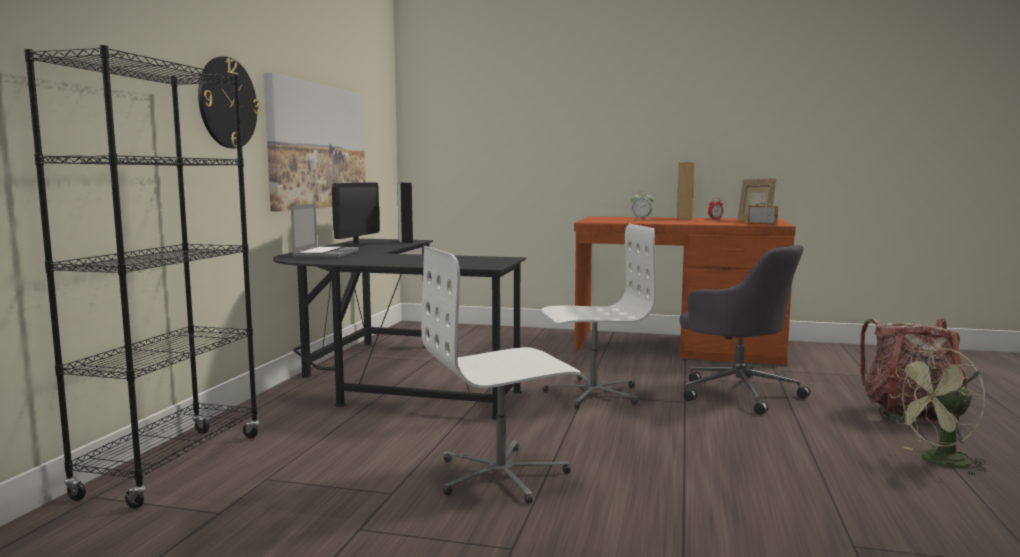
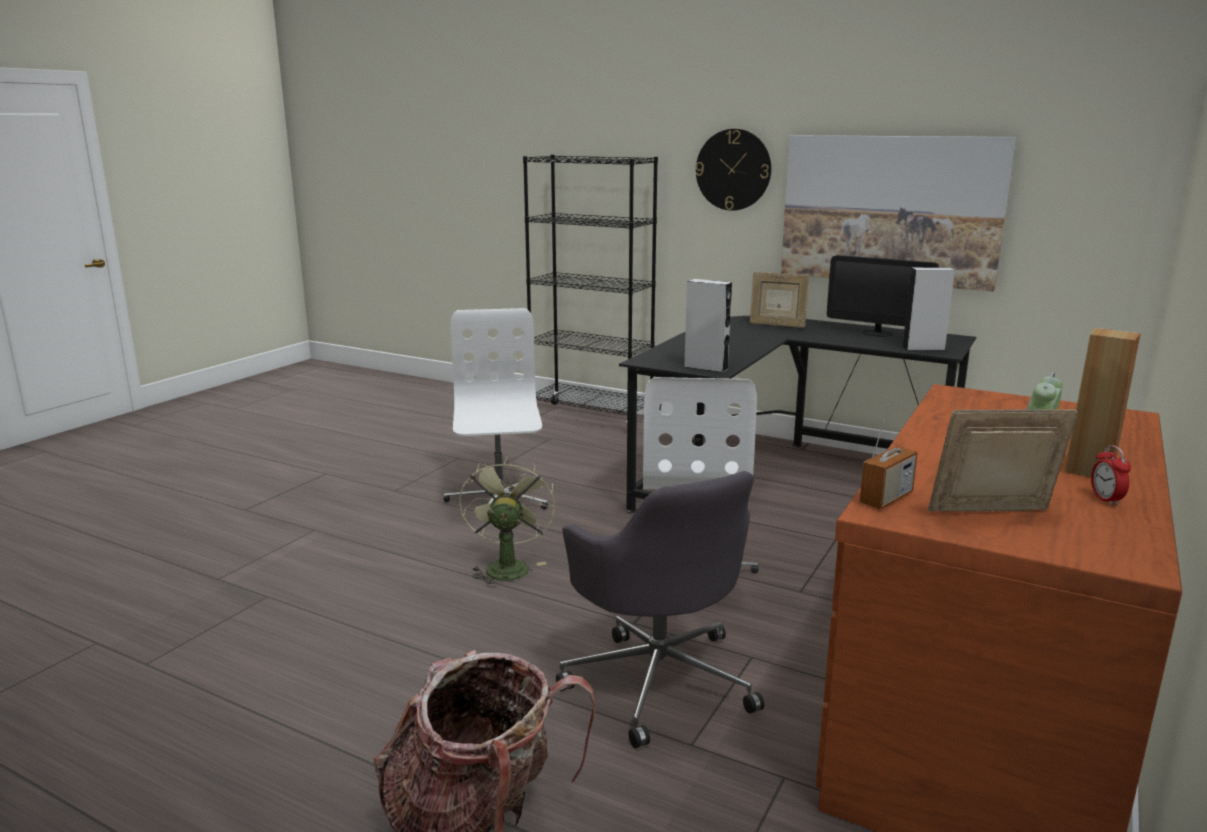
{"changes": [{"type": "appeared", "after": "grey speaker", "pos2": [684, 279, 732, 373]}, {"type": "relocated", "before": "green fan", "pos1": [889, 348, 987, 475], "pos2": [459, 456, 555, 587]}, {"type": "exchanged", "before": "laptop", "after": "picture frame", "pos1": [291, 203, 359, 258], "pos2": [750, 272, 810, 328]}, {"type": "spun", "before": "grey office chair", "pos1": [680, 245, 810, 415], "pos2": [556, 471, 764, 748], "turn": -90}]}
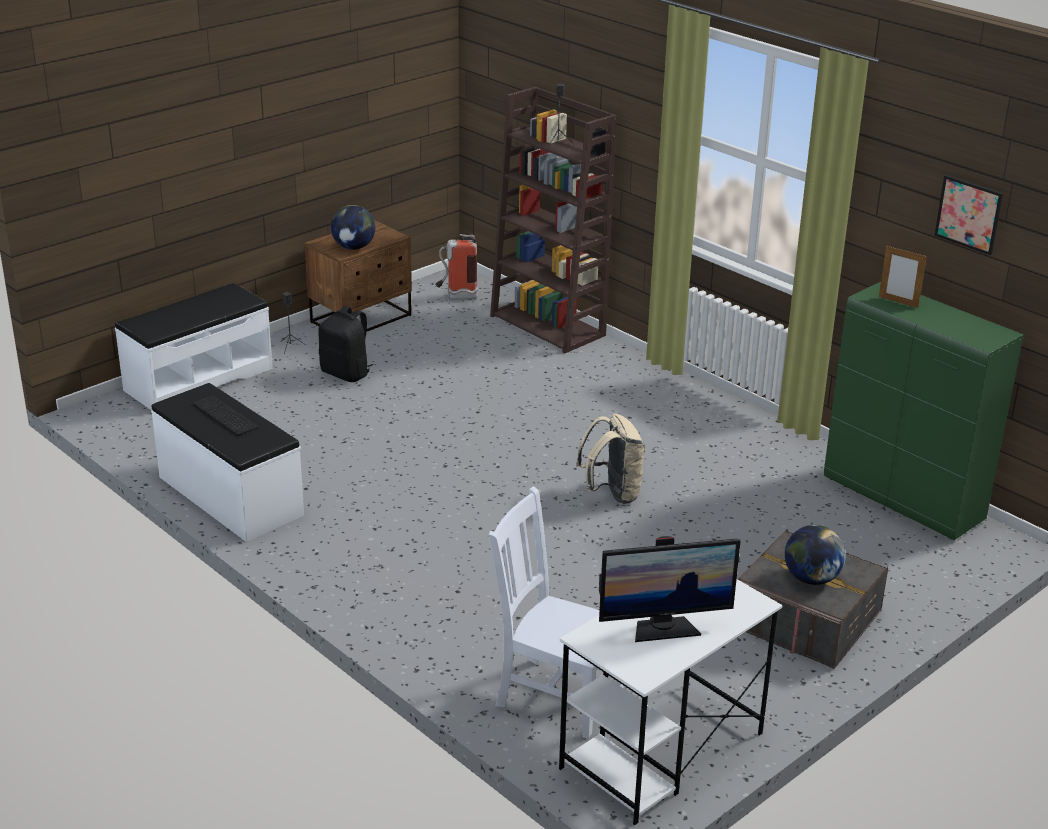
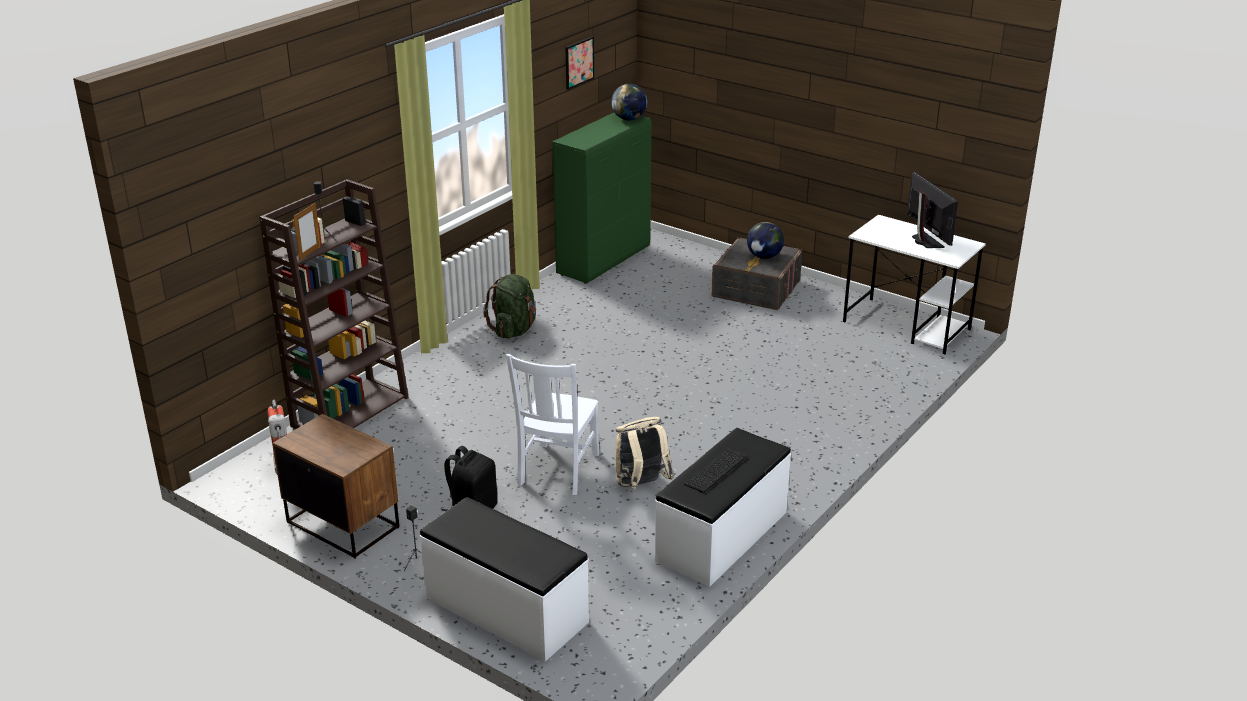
{"changes": [{"type": "appeared", "after": "green backpack", "pos2": [483, 274, 536, 339]}, {"type": "relocated", "before": "globe", "pos1": [331, 205, 375, 250], "pos2": [611, 84, 647, 120]}, {"type": "relocated", "before": "white chair", "pos1": [488, 486, 623, 739], "pos2": [506, 354, 599, 495]}, {"type": "relocated", "before": "beige backpack", "pos1": [576, 414, 645, 504], "pos2": [615, 417, 674, 489]}, {"type": "relocated", "before": "picture frame", "pos1": [879, 245, 927, 308], "pos2": [293, 203, 321, 261]}]}
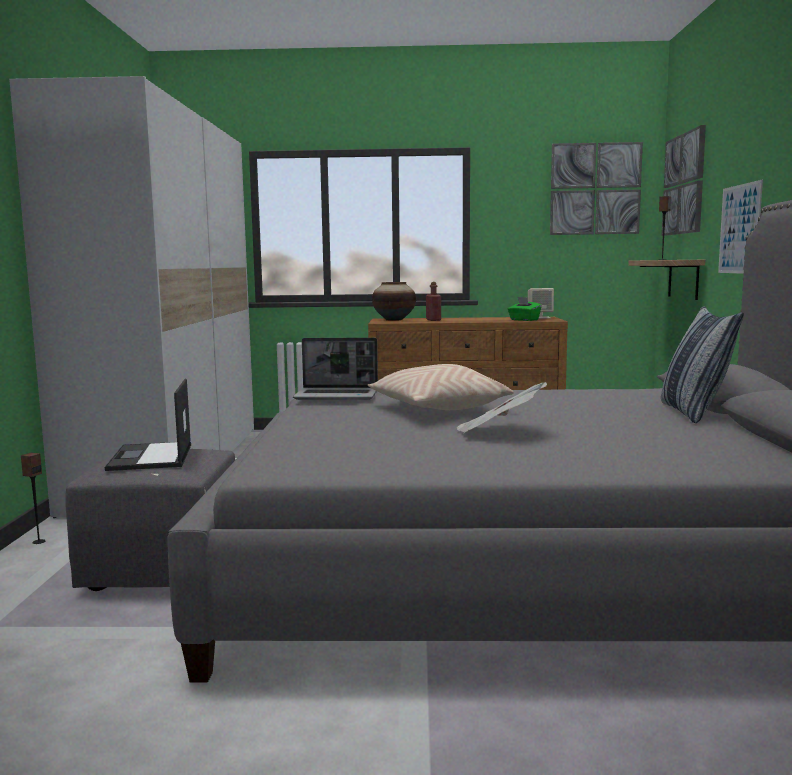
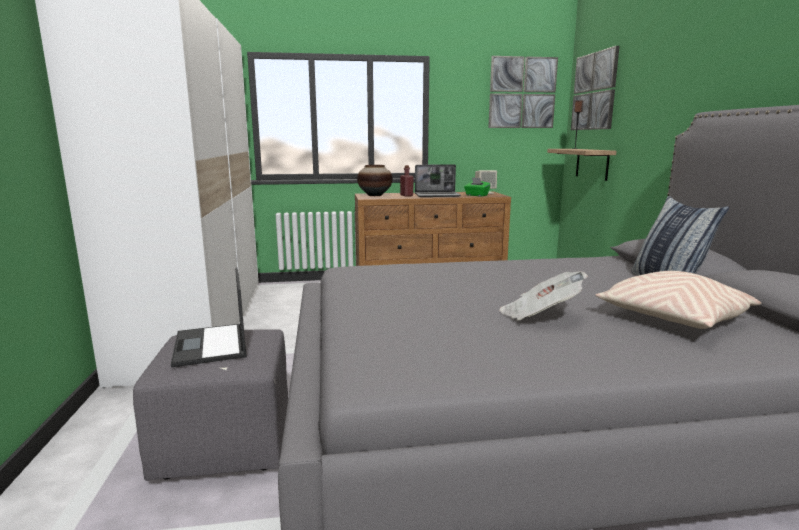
{"changes": [{"type": "missing", "before": "speaker", "pos1": [21, 452, 45, 544]}, {"type": "missing", "before": "picture", "pos1": [718, 180, 763, 274]}, {"type": "relocated", "before": "laptop", "pos1": [293, 338, 378, 400], "pos2": [415, 164, 461, 197]}, {"type": "relocated", "before": "beige pillow", "pos1": [368, 364, 514, 410], "pos2": [595, 271, 761, 329]}]}
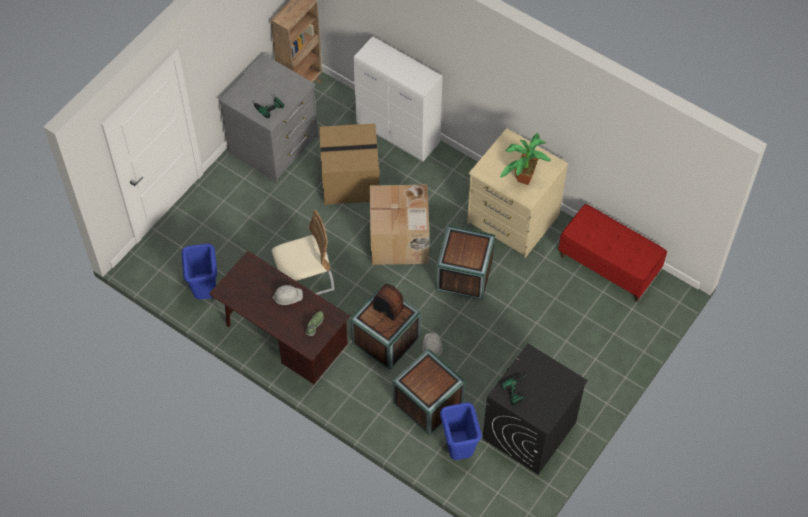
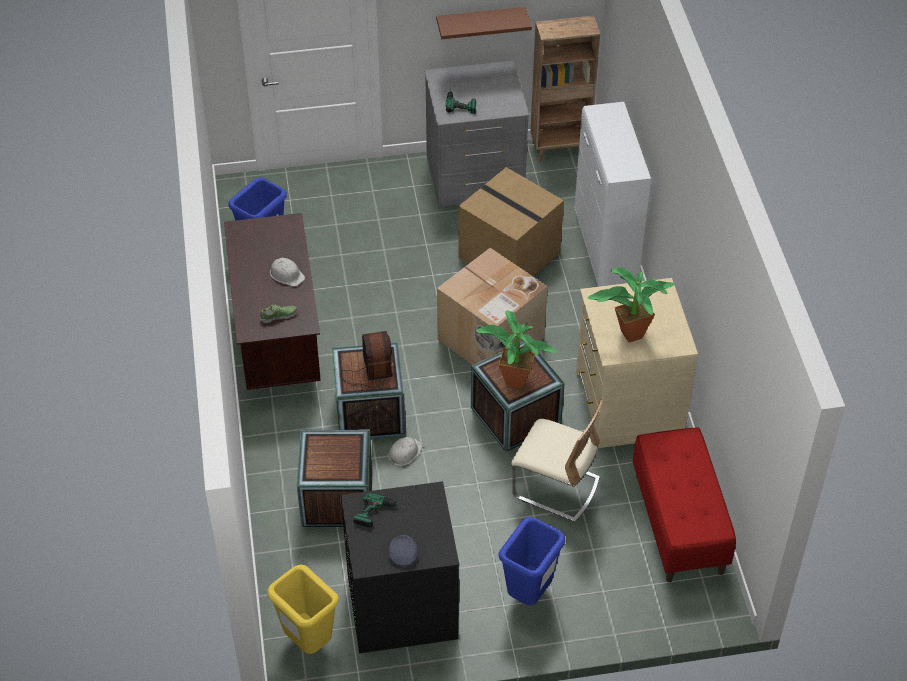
{"changes": [{"type": "appeared", "after": "yellow trash can", "pos2": [267, 564, 339, 654]}, {"type": "appeared", "after": "grey cap", "pos2": [388, 535, 418, 566]}, {"type": "appeared", "after": "brown shelf", "pos2": [436, 7, 532, 39]}, {"type": "appeared", "after": "potted plant", "pos2": [475, 311, 558, 389]}, {"type": "relocated", "before": "beige chair", "pos1": [272, 210, 335, 295], "pos2": [511, 398, 603, 522]}, {"type": "relocated", "before": "blue trash can", "pos1": [440, 402, 482, 460], "pos2": [499, 517, 565, 605]}]}
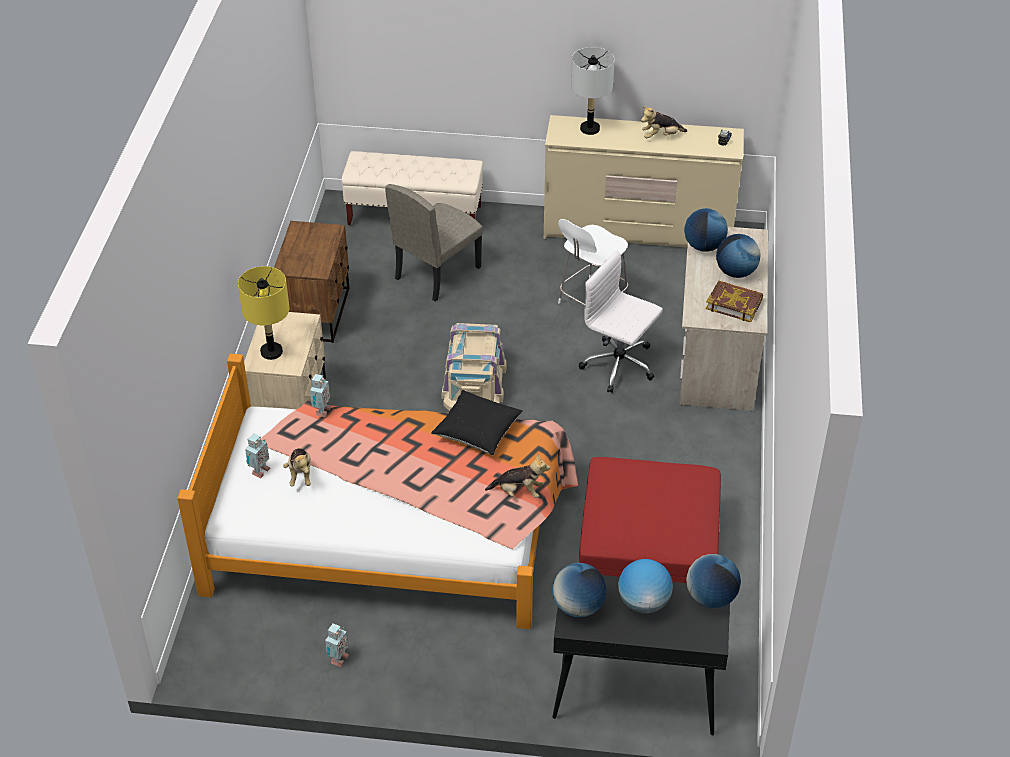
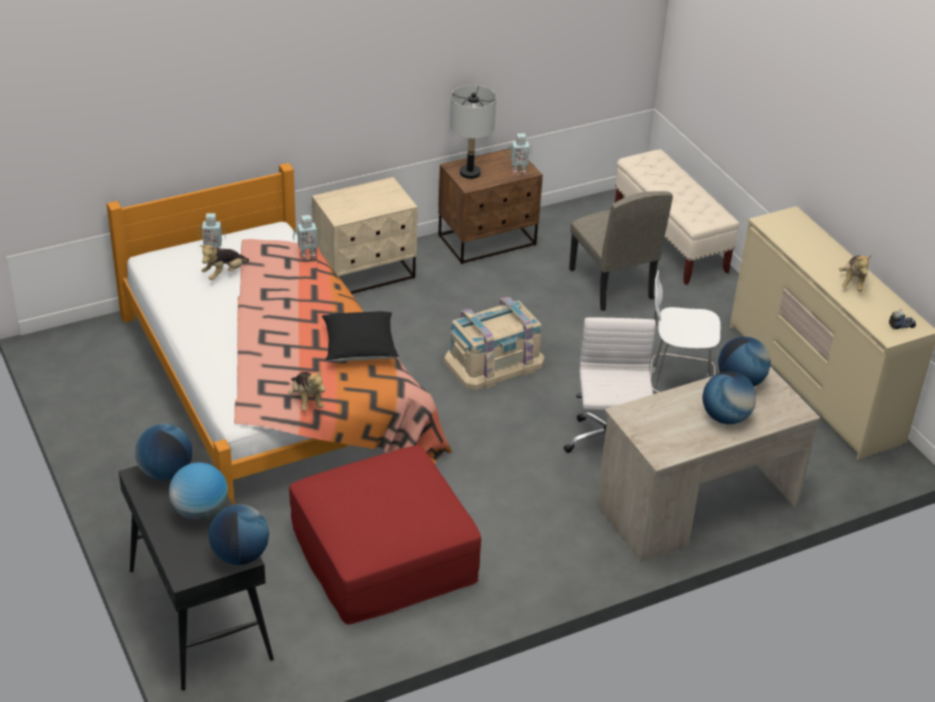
{"changes": [{"type": "missing", "before": "yellow table lamp", "pos1": [238, 266, 290, 360]}, {"type": "missing", "before": "book", "pos1": [706, 281, 763, 322]}, {"type": "relocated", "before": "toy robot", "pos1": [325, 623, 349, 667], "pos2": [507, 133, 532, 176]}, {"type": "relocated", "before": "grey table lamp", "pos1": [571, 47, 614, 135], "pos2": [450, 85, 496, 179]}, {"type": "spun", "before": "beige chair", "pos1": [385, 184, 483, 302], "pos2": [569, 191, 673, 311], "turn": -120}, {"type": "spun", "before": "plush toy", "pos1": [641, 106, 687, 138], "pos2": [839, 255, 872, 292], "turn": -120}]}
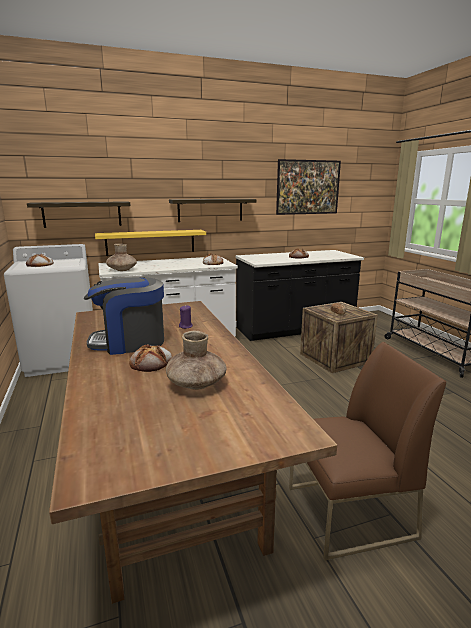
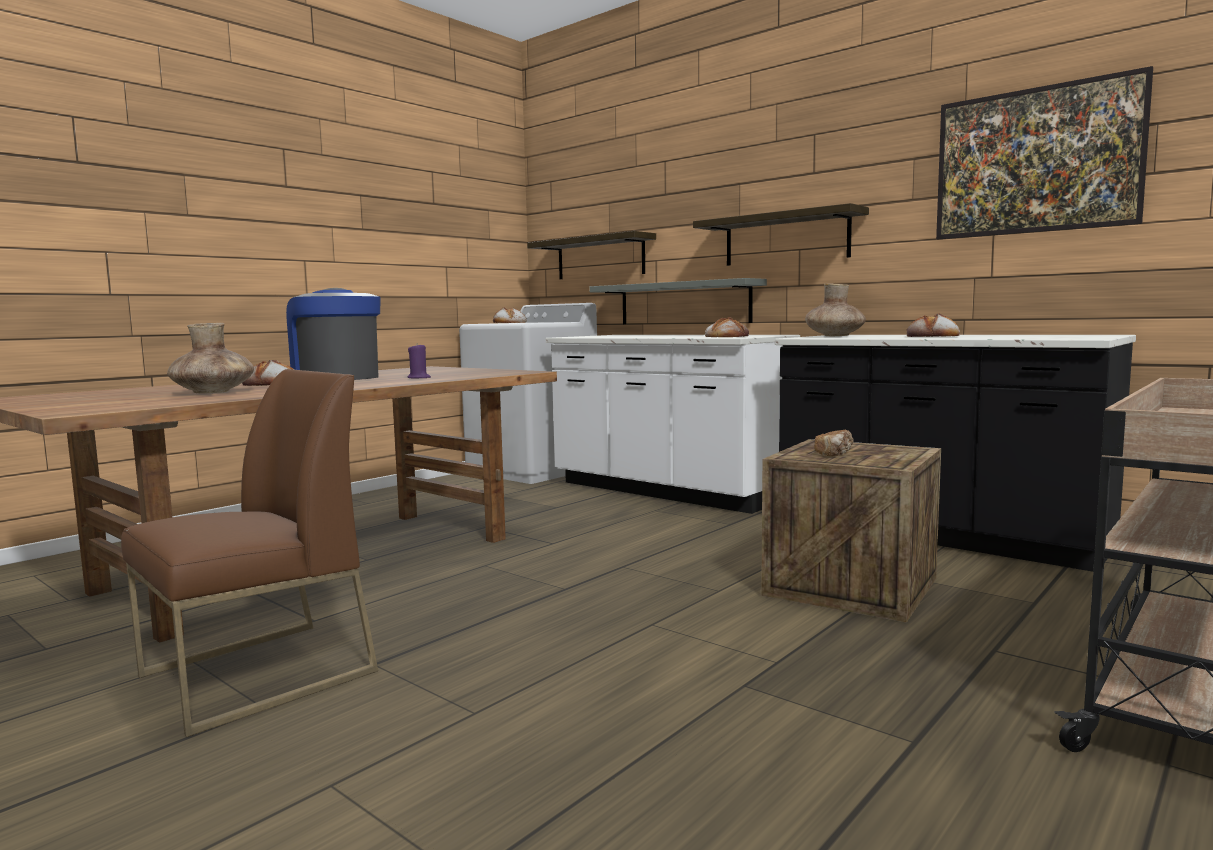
{"changes": [{"type": "relocated", "before": "brown vase", "pos1": [106, 244, 137, 271], "pos2": [805, 284, 866, 336]}, {"type": "colour", "before": "yellow shelf", "after": "grey shelf", "pos1": [95, 230, 206, 256], "pos2": [589, 278, 767, 324]}, {"type": "spun", "before": "brown chair", "pos1": [289, 342, 447, 560], "pos2": [121, 369, 378, 737], "turn": -90}]}
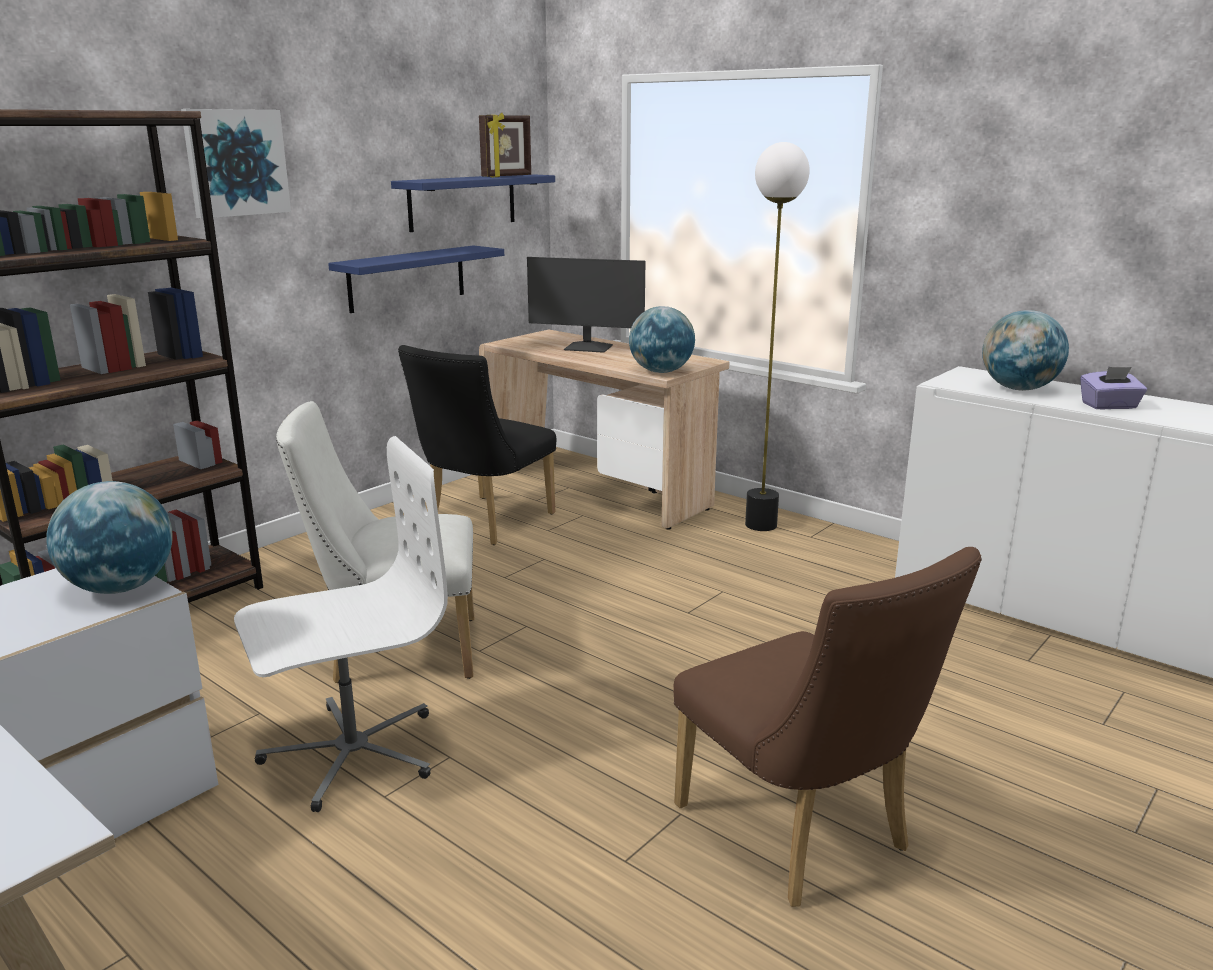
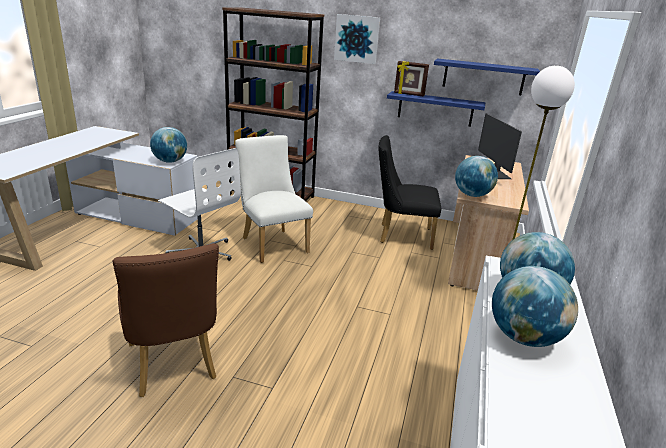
{"changes": [{"type": "relocated", "before": "picture frame", "pos1": [479, 113, 531, 177], "pos2": [394, 61, 429, 96]}, {"type": "exchanged", "before": "purple tissue box", "after": "globe", "pos1": [1080, 367, 1147, 410], "pos2": [492, 266, 578, 347]}, {"type": "spun", "before": "brown chair", "pos1": [673, 547, 982, 907], "pos2": [112, 243, 219, 397], "turn": -60}]}
